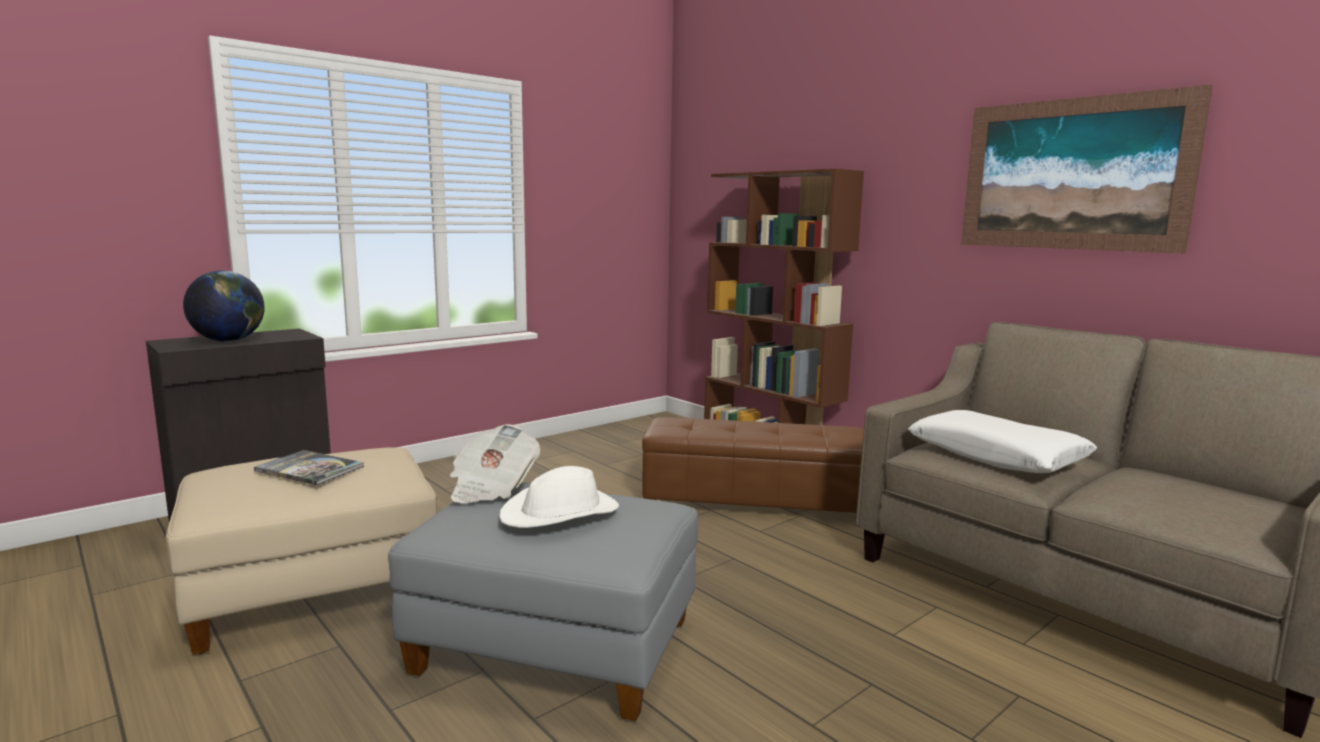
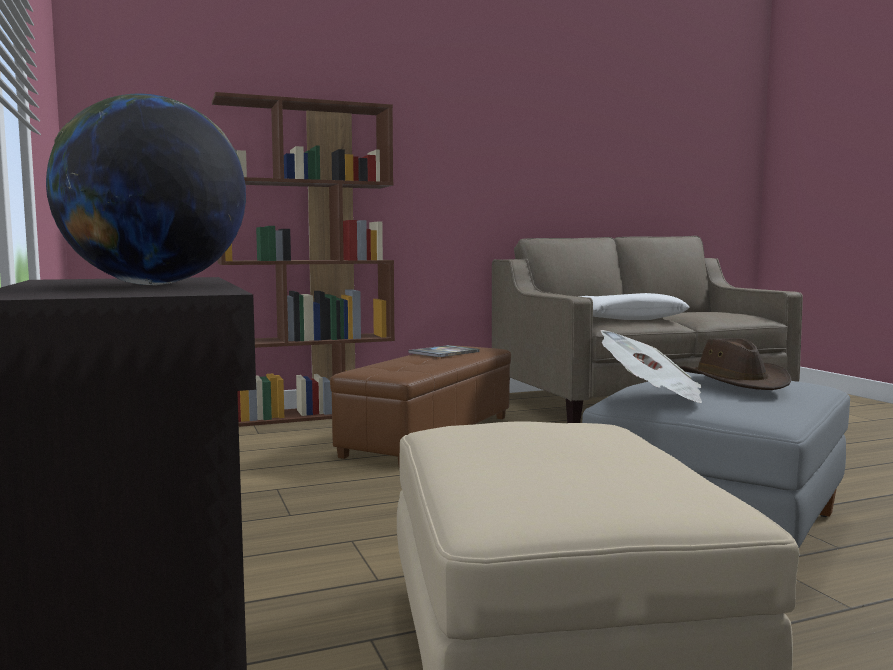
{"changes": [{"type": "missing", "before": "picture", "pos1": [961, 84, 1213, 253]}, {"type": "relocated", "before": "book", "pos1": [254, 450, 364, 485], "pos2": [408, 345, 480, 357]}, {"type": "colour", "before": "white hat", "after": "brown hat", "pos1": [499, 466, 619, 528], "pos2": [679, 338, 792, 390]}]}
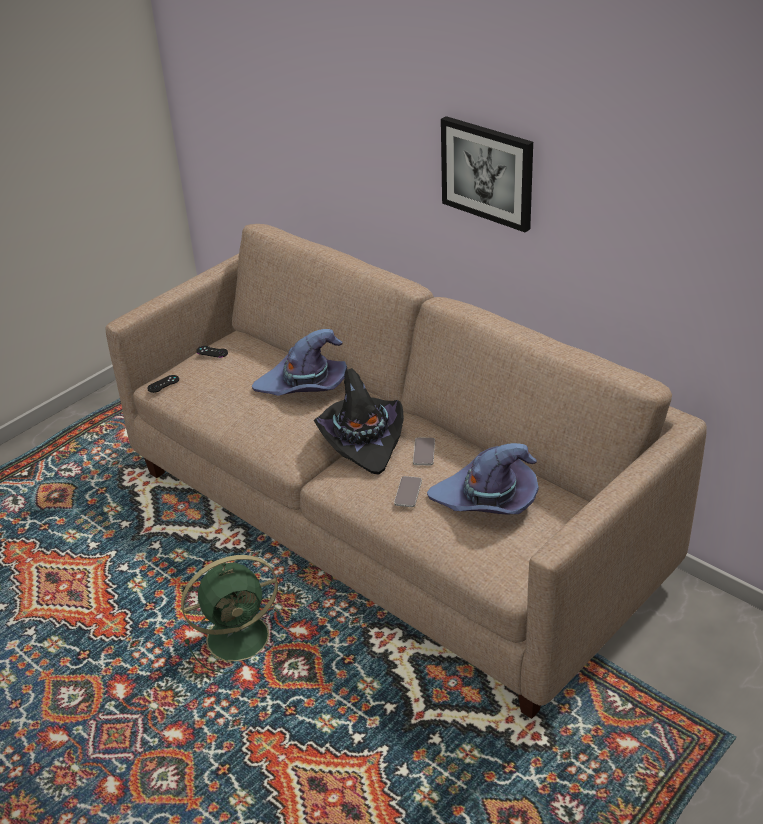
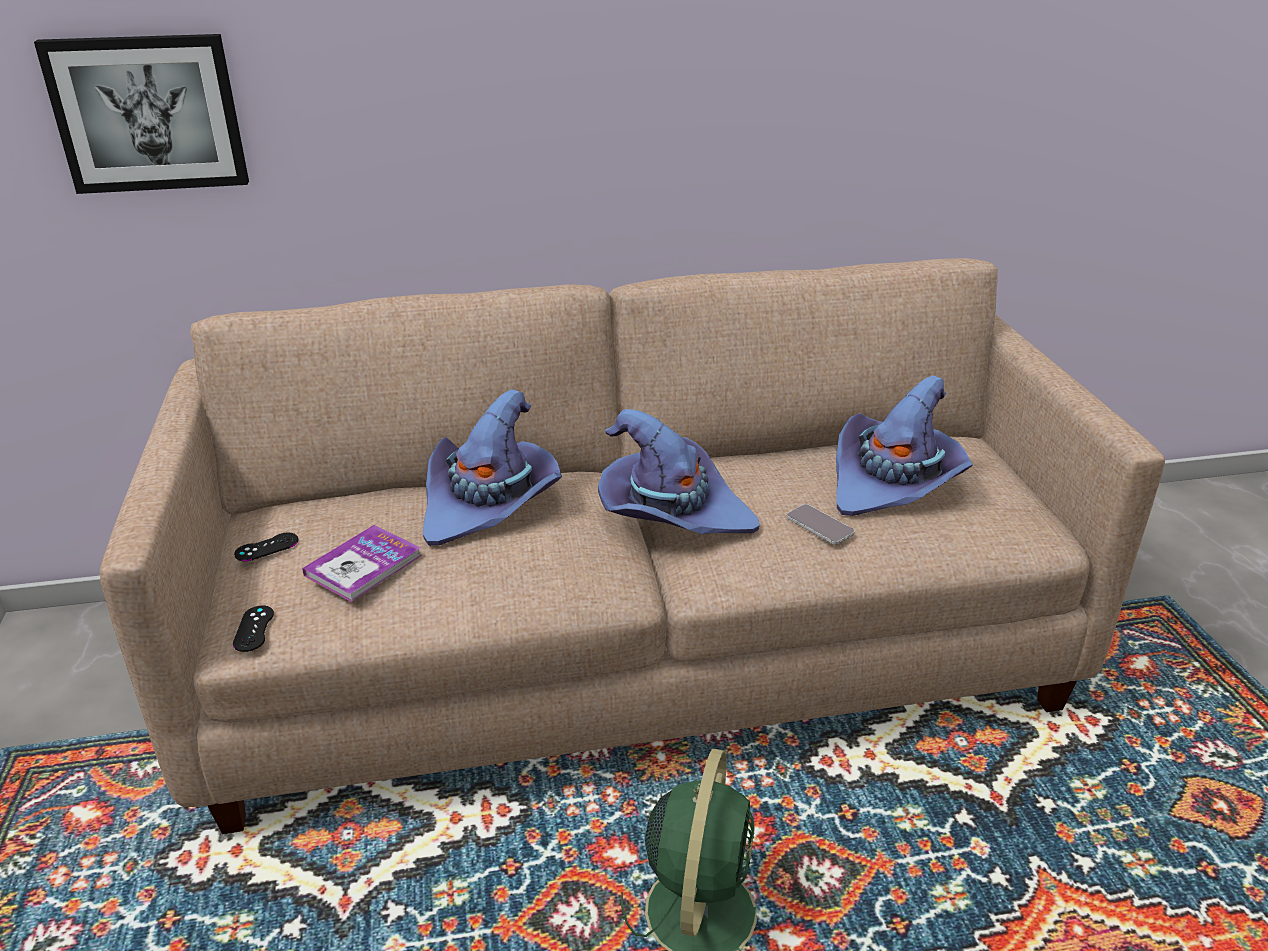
{"changes": [{"type": "missing", "before": "phone", "pos1": [413, 438, 435, 465]}, {"type": "appeared", "after": "book", "pos2": [302, 525, 422, 602]}, {"type": "relocated", "before": "picture", "pos1": [441, 116, 533, 232], "pos2": [34, 34, 249, 194]}, {"type": "colour", "before": "black hat", "after": "purple hat", "pos1": [314, 368, 404, 474], "pos2": [598, 409, 760, 534]}]}
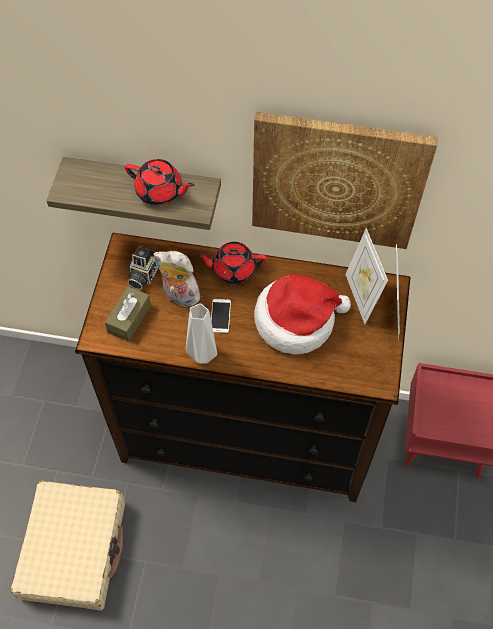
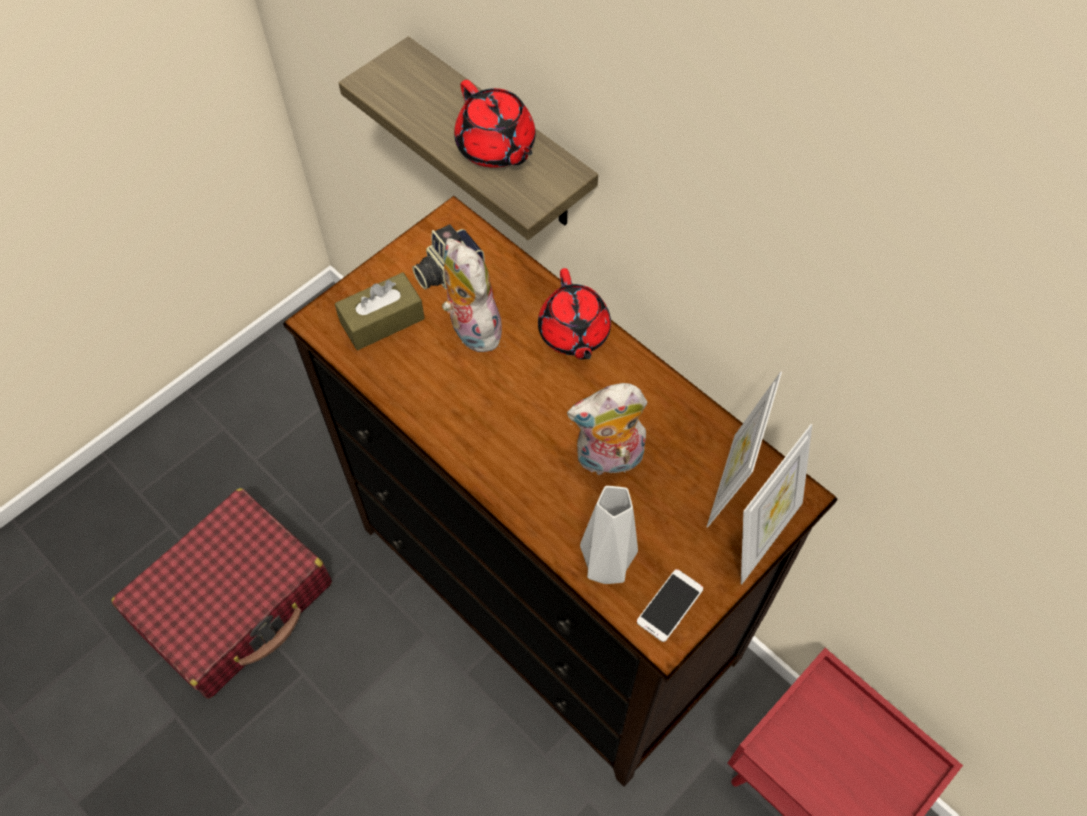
{"changes": [{"type": "missing", "before": "picture", "pos1": [252, 112, 438, 249]}, {"type": "relocated", "before": "grey vase", "pos1": [186, 303, 217, 363], "pos2": [580, 486, 638, 584]}, {"type": "relocated", "before": "phone", "pos1": [211, 299, 231, 333], "pos2": [637, 569, 703, 642]}, {"type": "exchanged", "before": "hat", "after": "plush toy", "pos1": [254, 274, 351, 354], "pos2": [567, 383, 647, 478]}, {"type": "colour", "before": "beige suitcase", "after": "red suitcase", "pos1": [11, 481, 125, 610], "pos2": [112, 488, 332, 699]}, {"type": "spun", "before": "red teapot", "pos1": [196, 242, 267, 284], "pos2": [538, 268, 611, 360], "turn": -135}]}
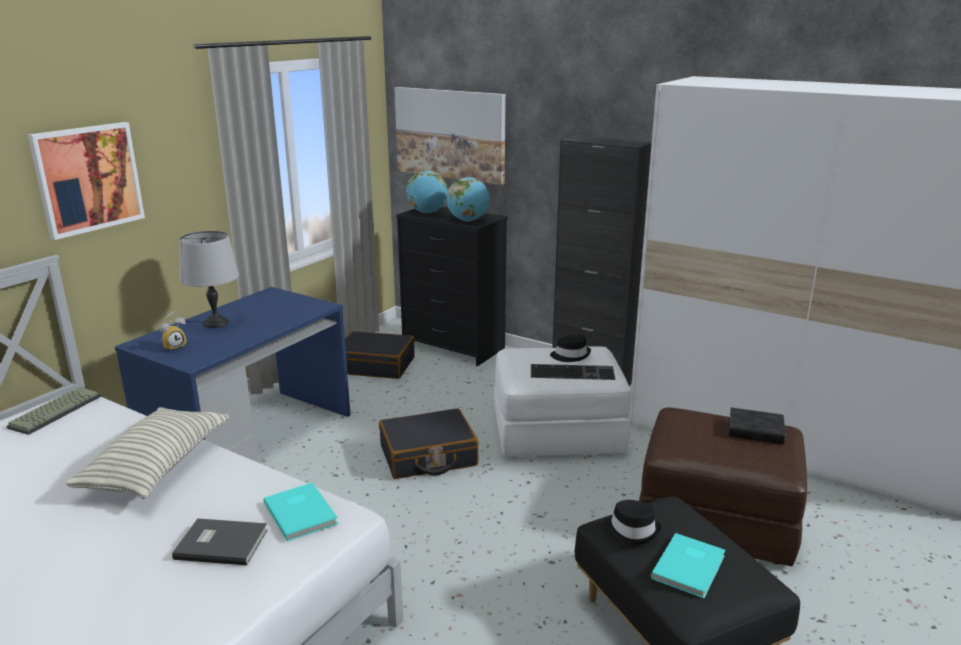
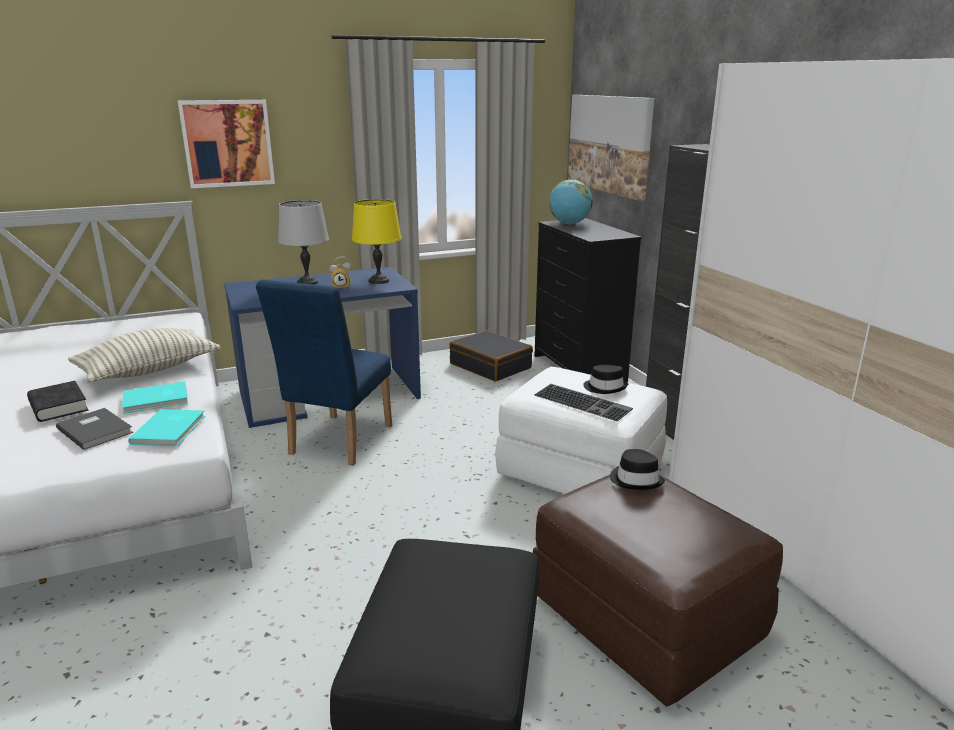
{"changes": [{"type": "missing", "before": "keyboard", "pos1": [6, 387, 102, 435]}, {"type": "missing", "before": "black suitcase", "pos1": [379, 408, 479, 479]}, {"type": "missing", "before": "globe", "pos1": [446, 177, 490, 221]}, {"type": "appeared", "after": "blue chair", "pos2": [256, 279, 392, 466]}, {"type": "appeared", "after": "yellow table lamp", "pos2": [352, 199, 401, 284]}, {"type": "relocated", "before": "alarm clock", "pos1": [160, 311, 187, 351], "pos2": [330, 256, 352, 288]}, {"type": "relocated", "before": "black hat", "pos1": [604, 500, 662, 544], "pos2": [610, 449, 665, 490]}, {"type": "relocated", "before": "turquoise book", "pos1": [651, 533, 726, 598], "pos2": [122, 381, 188, 414]}, {"type": "relocated", "before": "black book", "pos1": [729, 407, 785, 444], "pos2": [27, 381, 88, 422]}]}
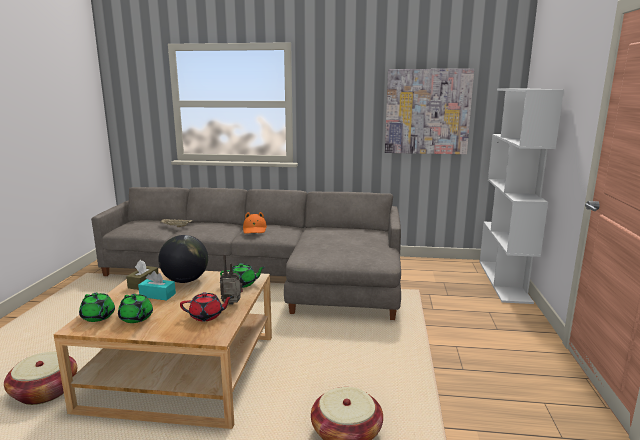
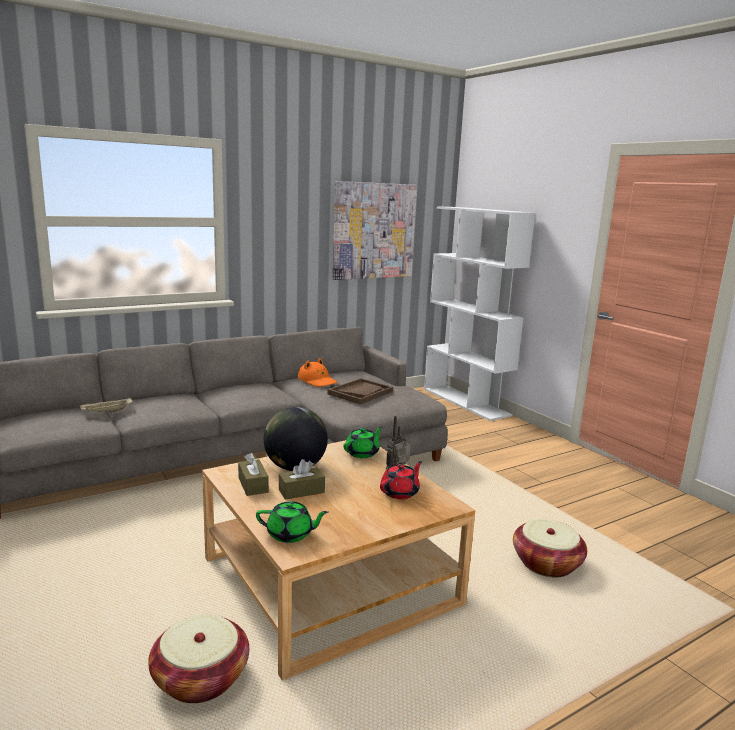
{"changes": [{"type": "missing", "before": "green teapot", "pos1": [118, 294, 153, 323]}, {"type": "appeared", "after": "brown tray", "pos2": [327, 378, 393, 404]}, {"type": "relocated", "before": "orange hat", "pos1": [243, 212, 267, 234], "pos2": [298, 358, 338, 387]}, {"type": "colour", "before": "turquoise tissue box", "after": "brown tissue box", "pos1": [138, 271, 176, 301], "pos2": [279, 459, 325, 500]}]}
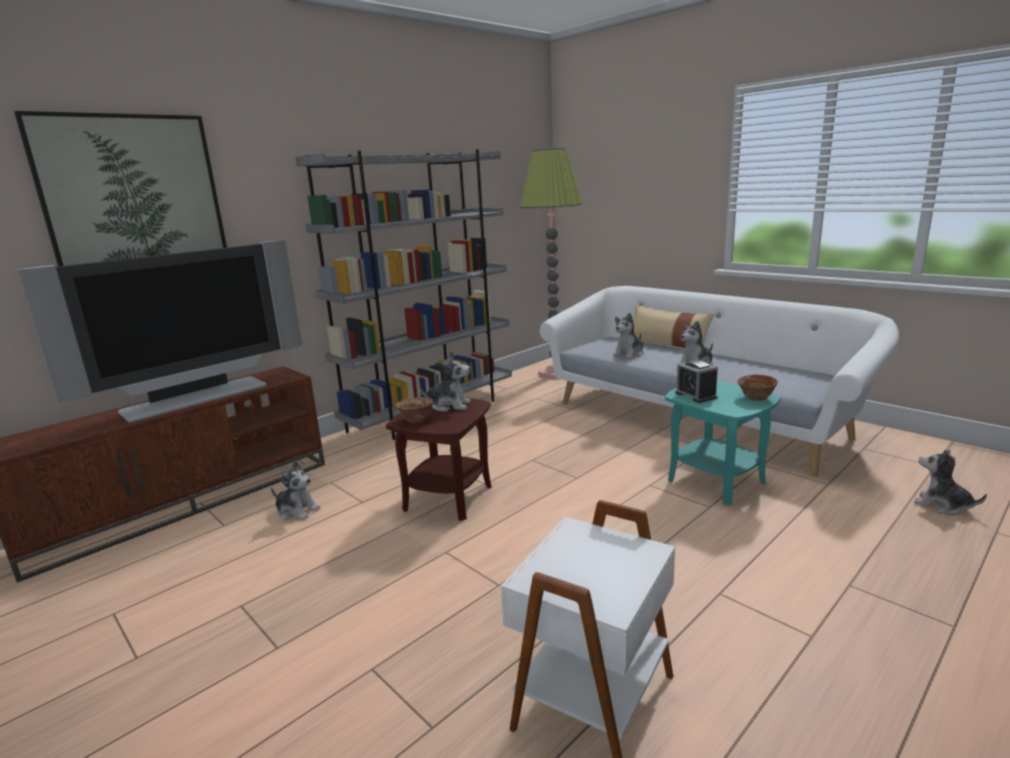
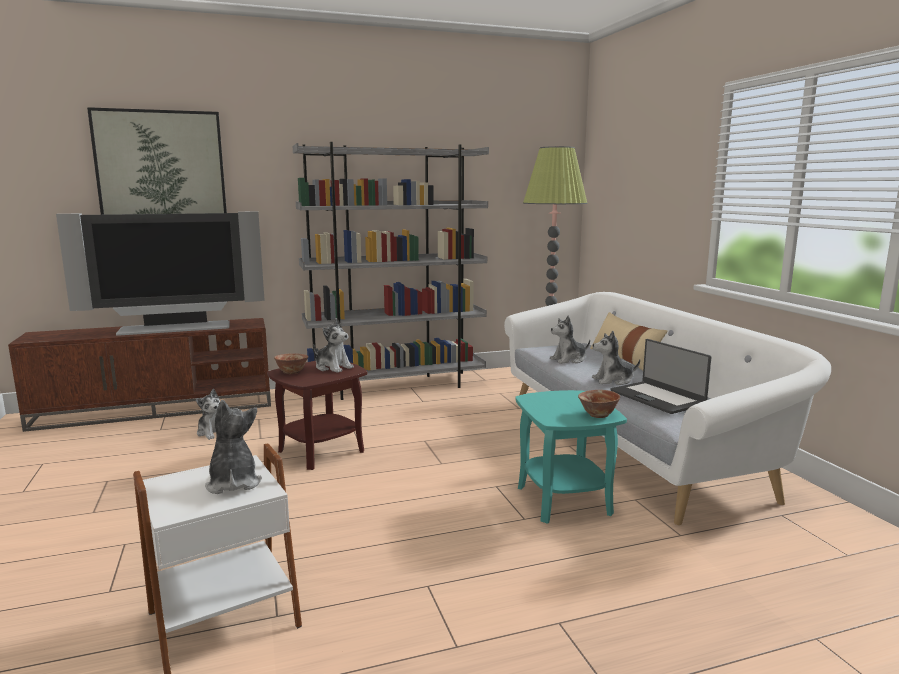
{"changes": [{"type": "missing", "before": "alarm clock", "pos1": [675, 360, 718, 403]}, {"type": "appeared", "after": "laptop", "pos2": [610, 339, 711, 414]}, {"type": "relocated", "before": "plush toy", "pos1": [914, 450, 987, 515], "pos2": [205, 400, 262, 494]}]}
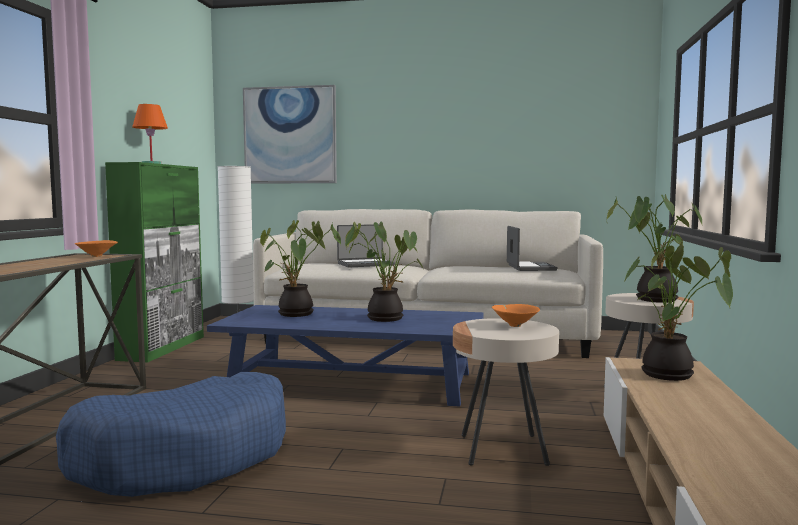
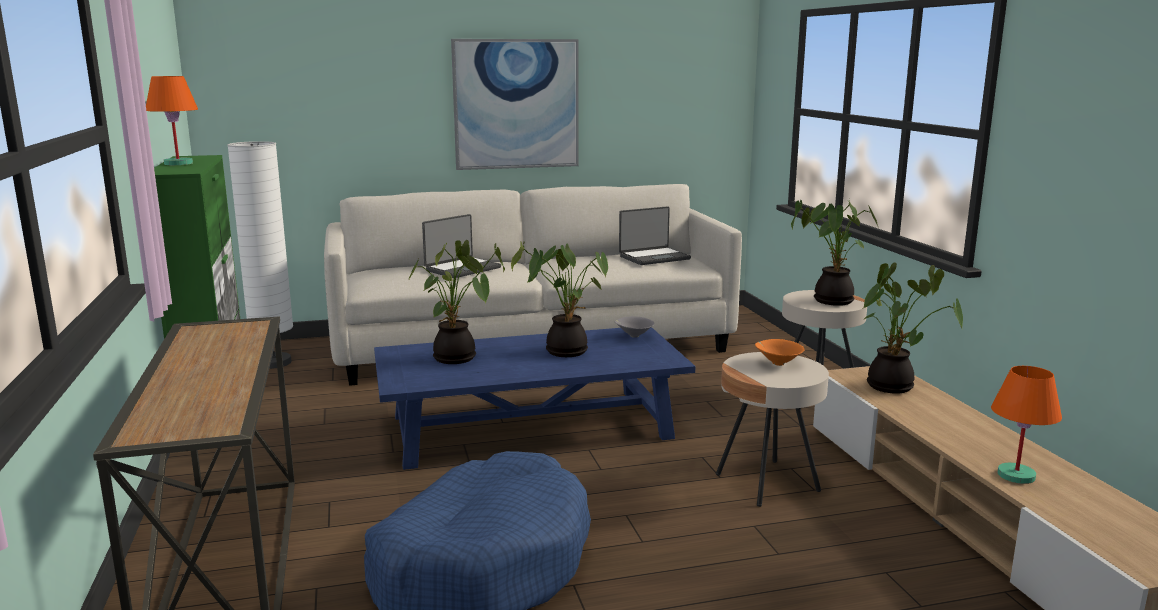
{"changes": [{"type": "missing", "before": "orange bowl", "pos1": [74, 240, 118, 257]}, {"type": "appeared", "after": "grey bowl", "pos2": [615, 316, 655, 338]}, {"type": "appeared", "after": "orange table lamp", "pos2": [991, 366, 1062, 484]}, {"type": "relocated", "before": "picture", "pos1": [243, 85, 337, 184], "pos2": [451, 39, 579, 170]}, {"type": "spun", "before": "laptop", "pos1": [507, 226, 558, 271], "pos2": [619, 206, 691, 265], "turn": 90}]}
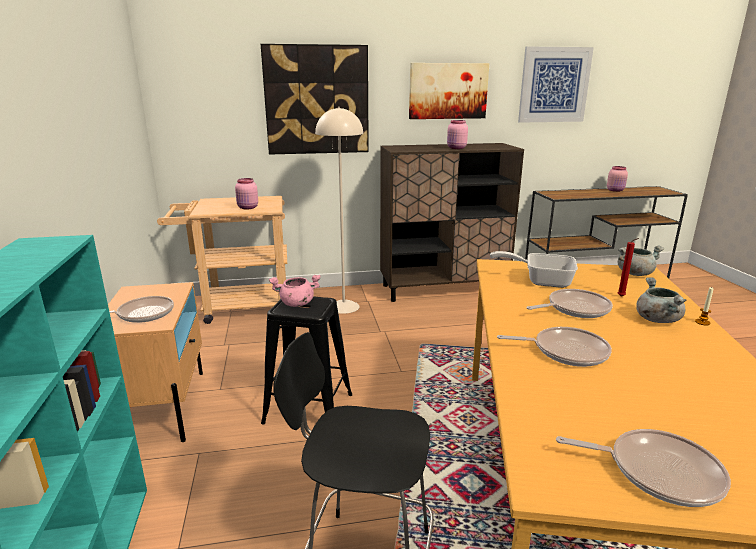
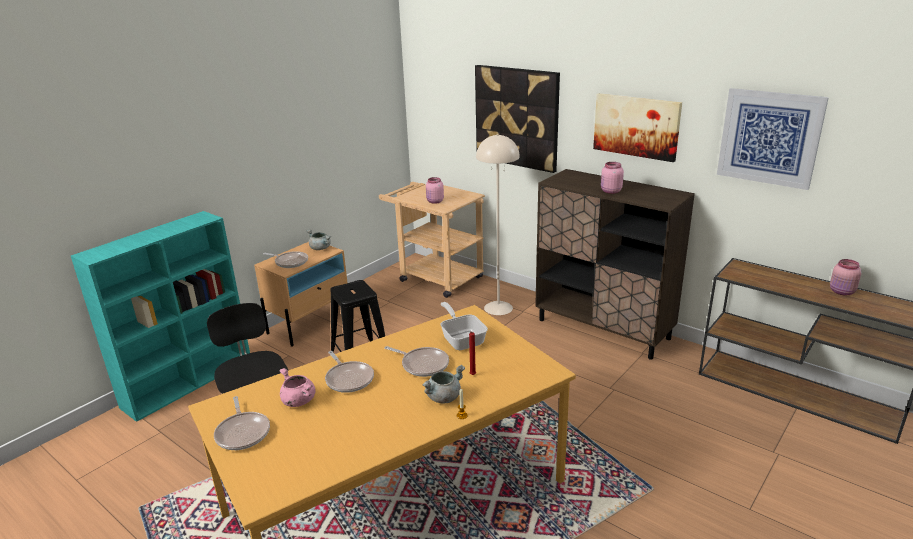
{"changes": [{"type": "relocated", "before": "pink cooking pot", "pos1": [269, 275, 321, 307], "pos2": [280, 368, 316, 407]}, {"type": "relocated", "before": "grey cooking pot", "pos1": [618, 246, 664, 276], "pos2": [306, 229, 331, 250]}]}
